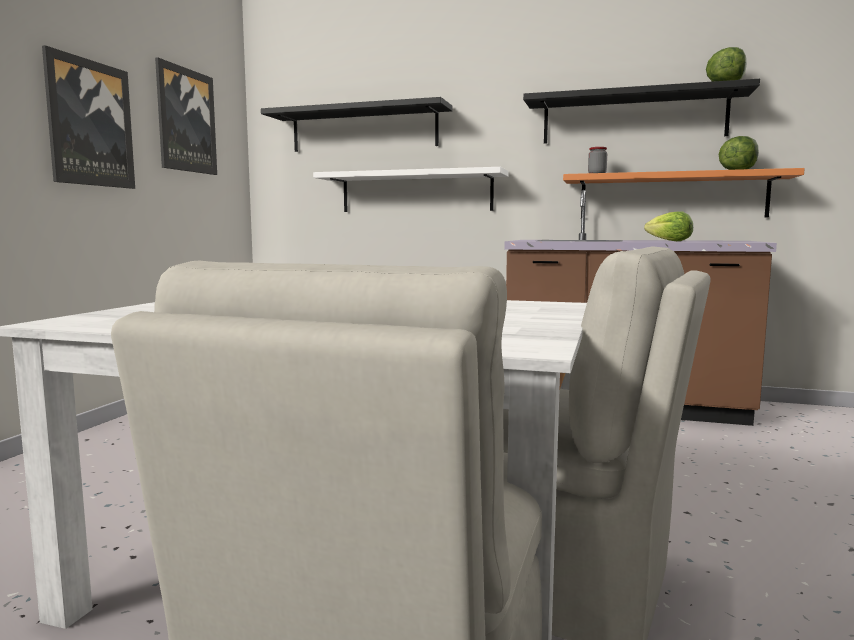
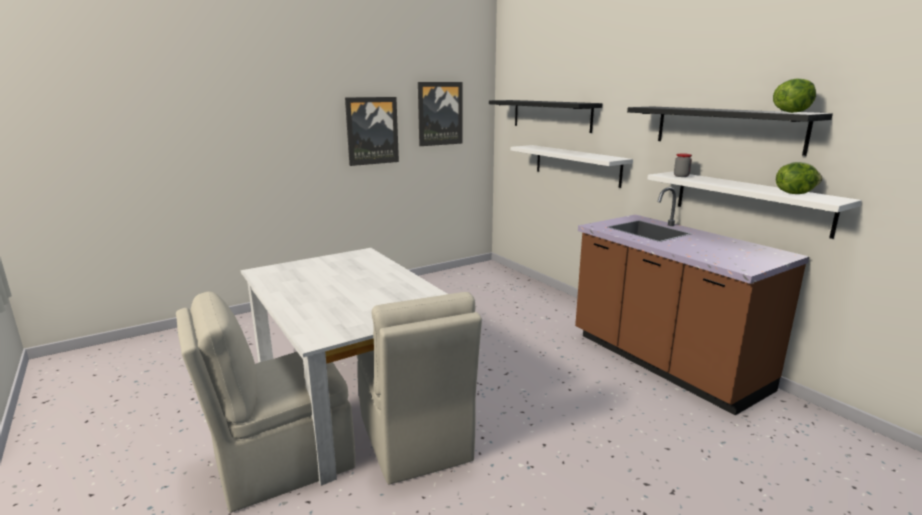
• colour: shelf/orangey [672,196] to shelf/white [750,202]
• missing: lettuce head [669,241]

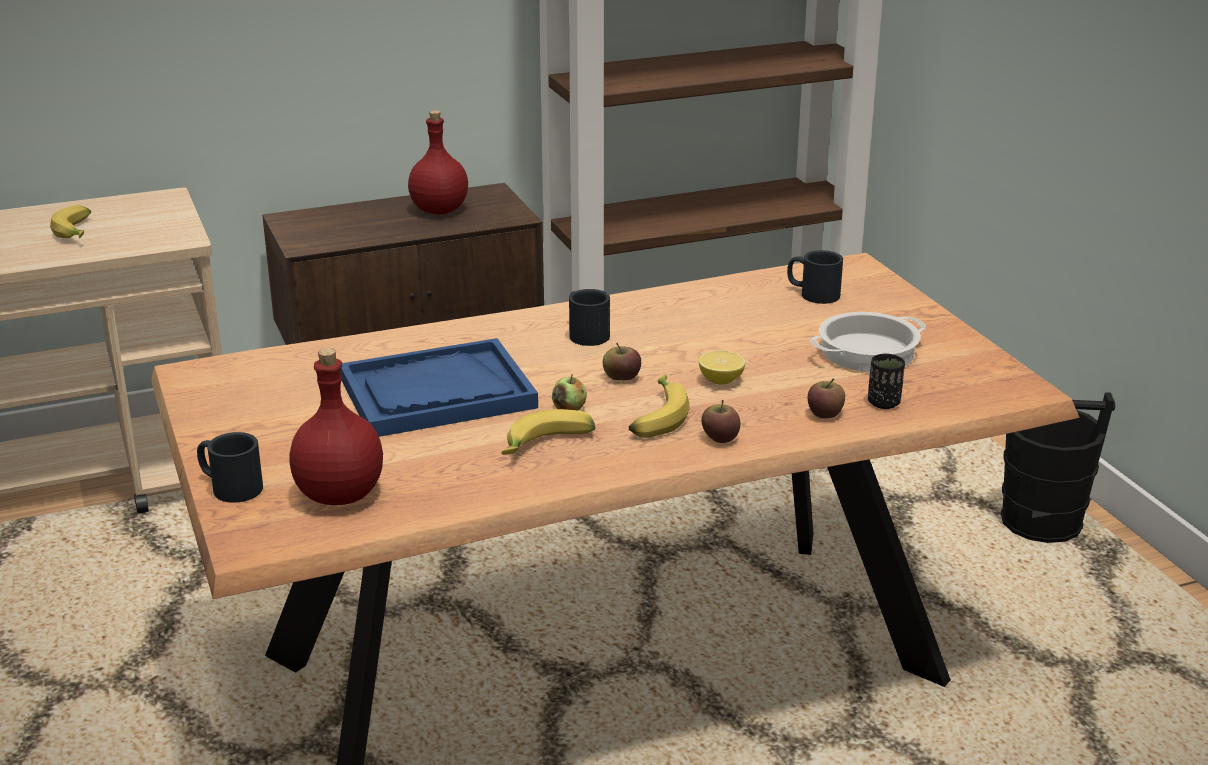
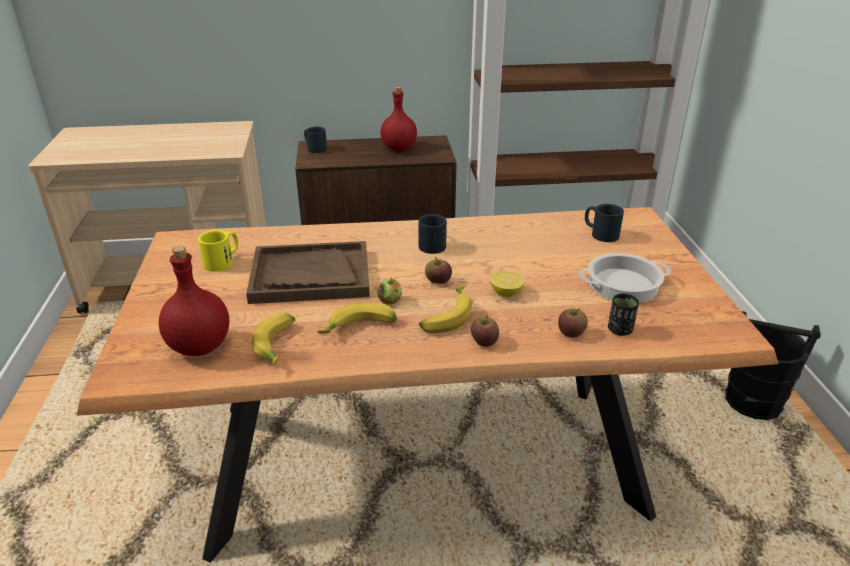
• relocated: banana [78,232] to [278,346]
• colour: carrying tray/bluish [437,393] to carrying tray/brownish [310,275]
• relocated: tea mug/blackish [229,487] to [314,148]
• appeared: tea mug/yellow-coloured [223,261]

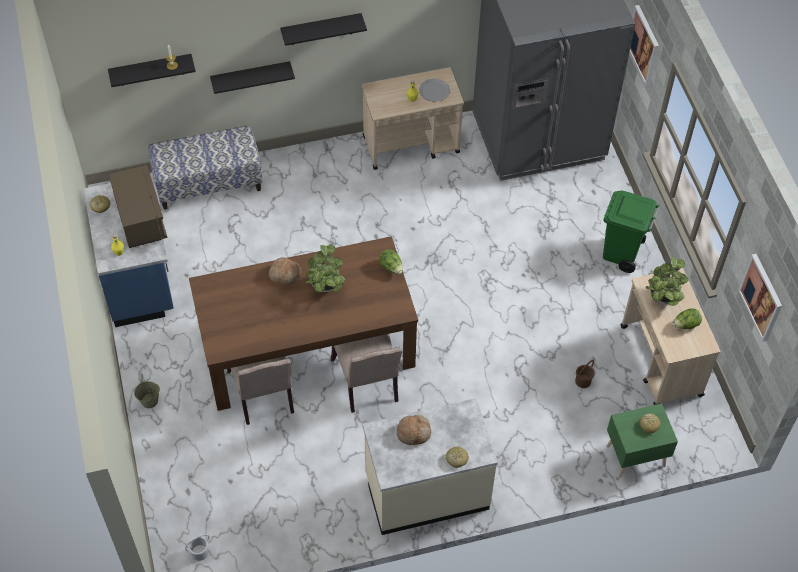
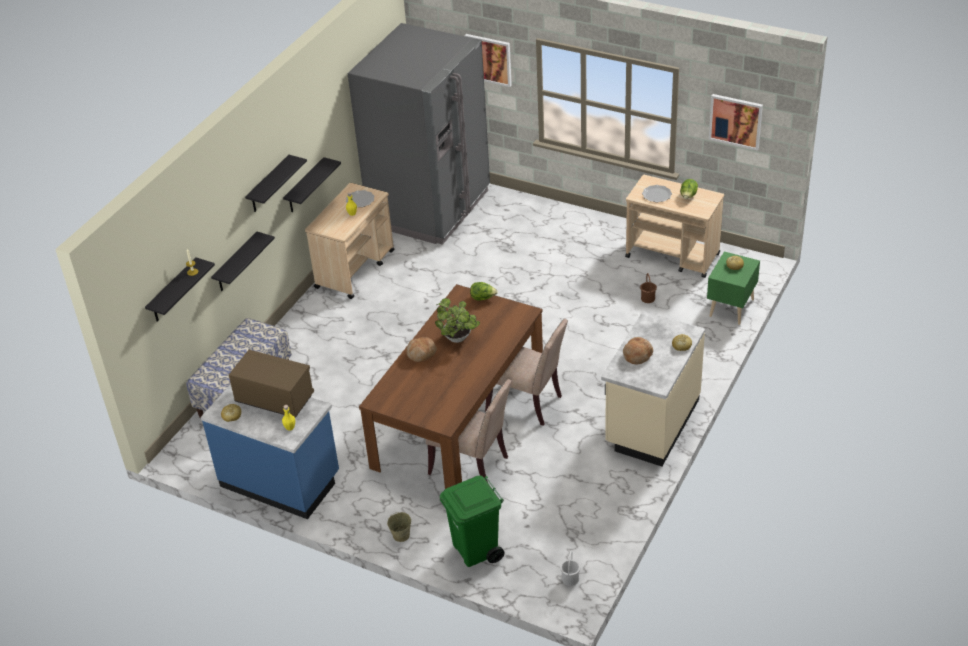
• relocated: trash can/greenish [621,253] to [476,550]
• exchanged: houseplant [662,298] to flat dish [657,195]
• appeared: shelf/blackish [305,186]

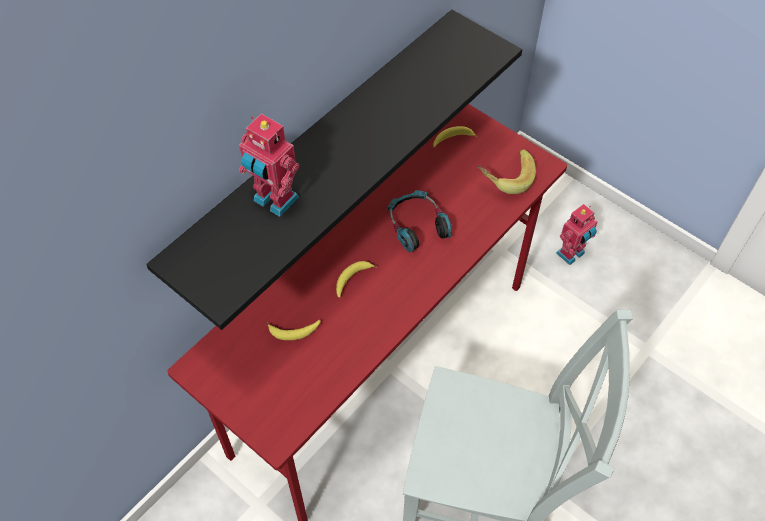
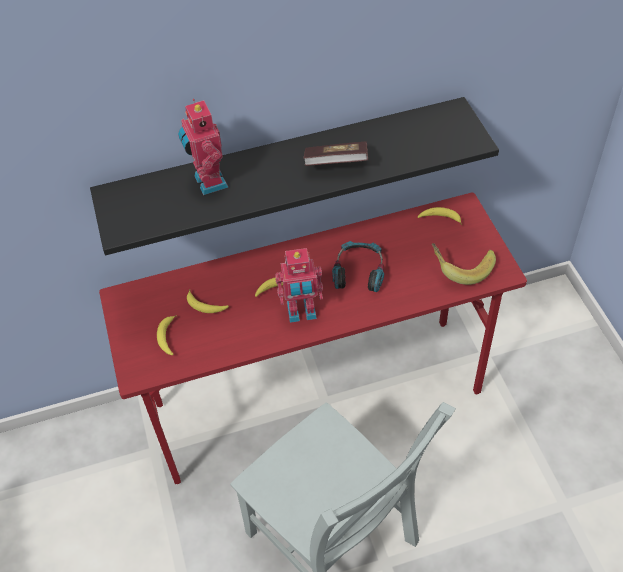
• relocated: model robot [571,254] to [302,313]
• appeared: bound book [336,164]
• appeared: banana [167,338]

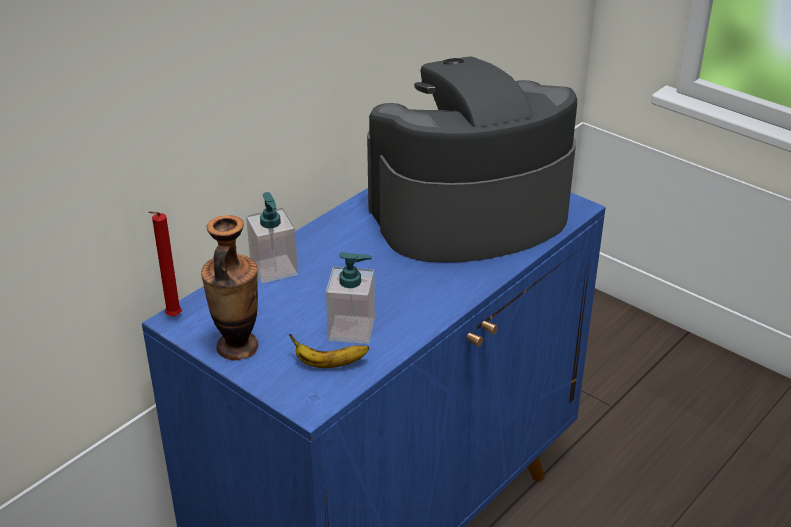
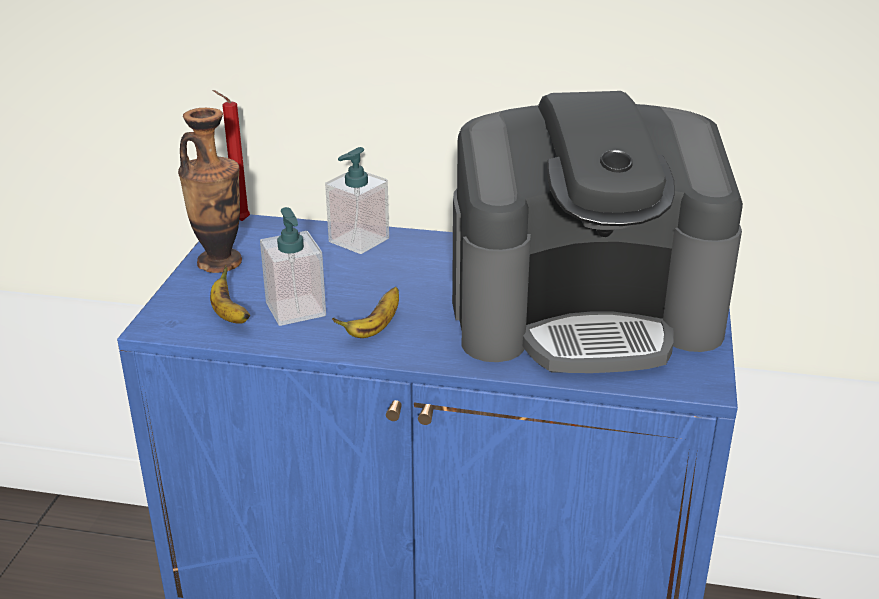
• spun: coffee machine [468,214] = [584,313] 135 degrees clockwise
• appeared: banana [374,328]

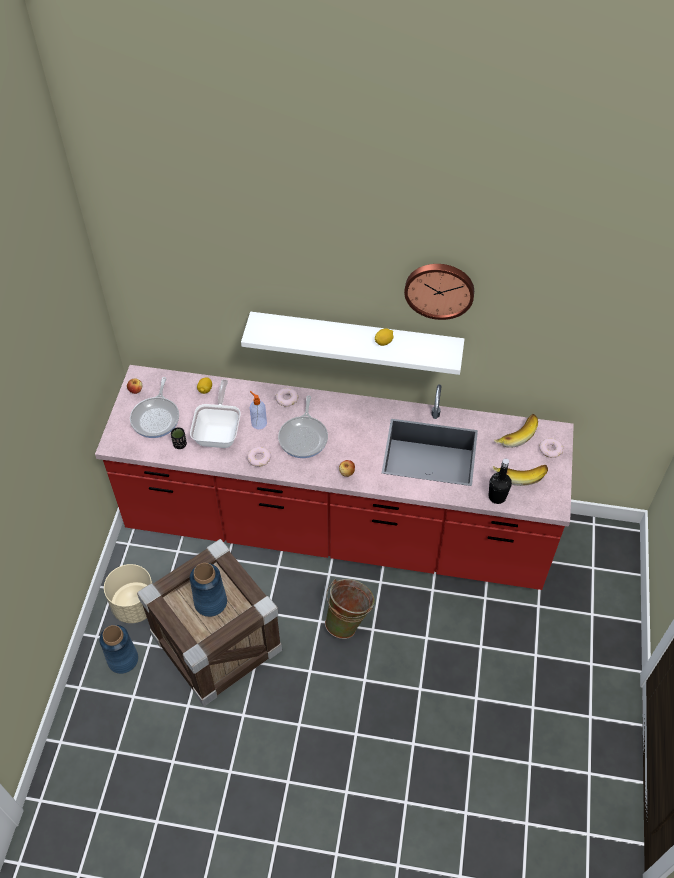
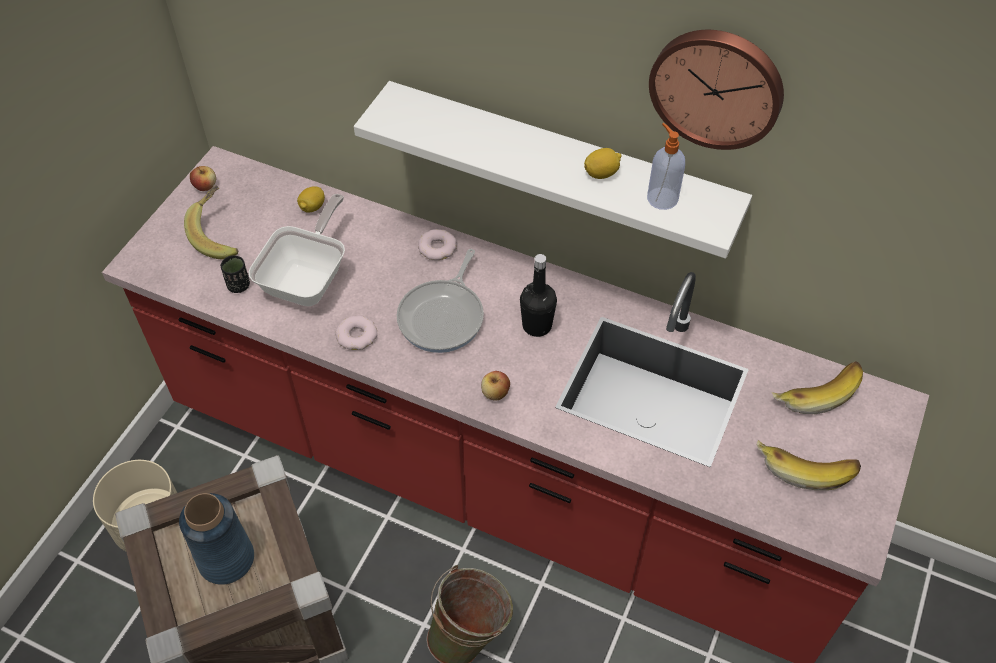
• exchanged: pan [156,417] to banana [220,235]
• relocated: soap bottle [258,423] to [661,198]
• missing: donut [550,449]
• relocated: bottle/blackish [497,497] to [537,325]
• missing: decorative vase/bluish [123,659]

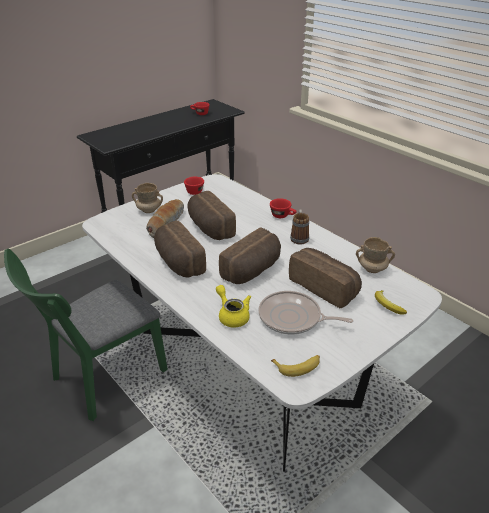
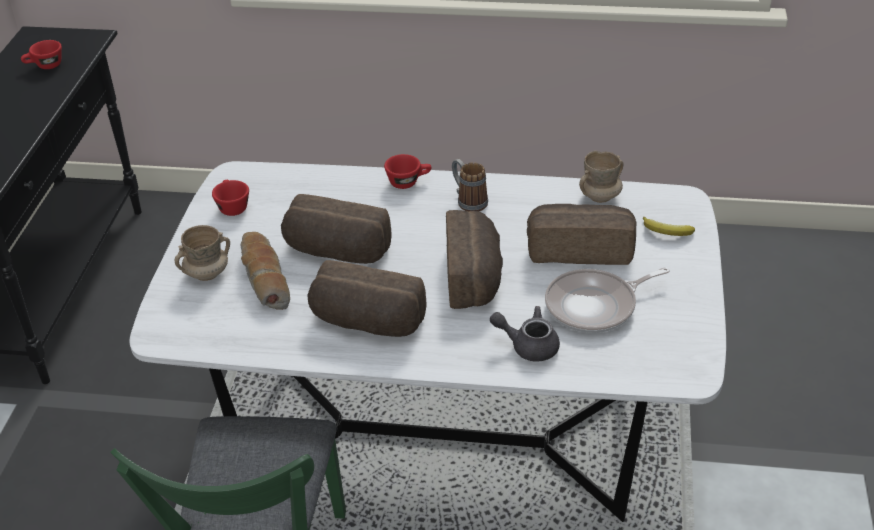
• colour: teapot/yellow-coloured [232,315] to teapot/gray [528,345]
• missing: banana [298,366]

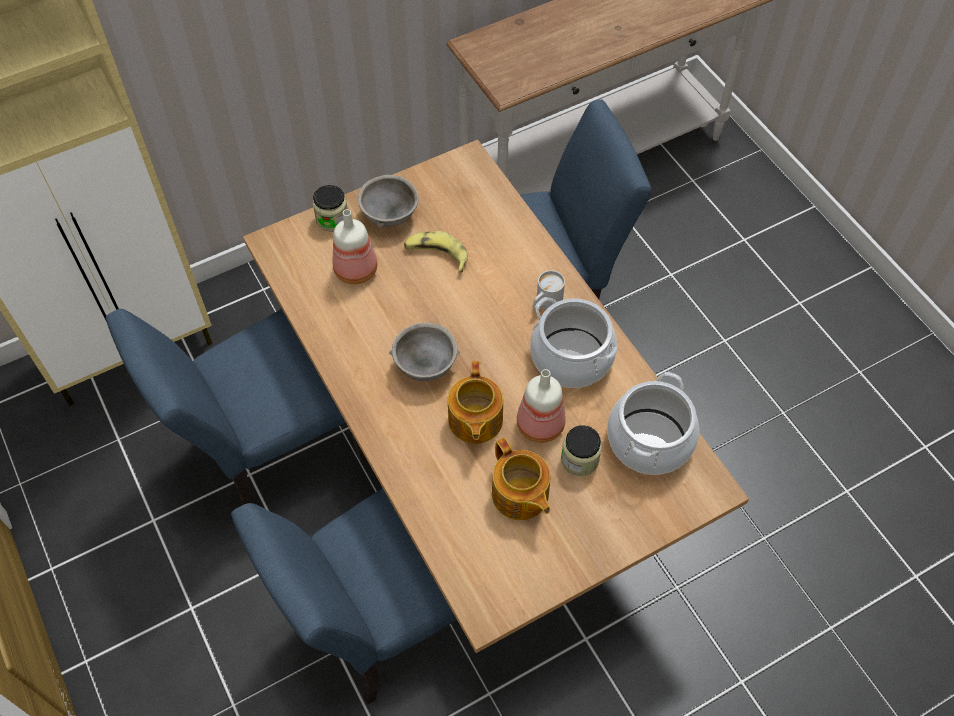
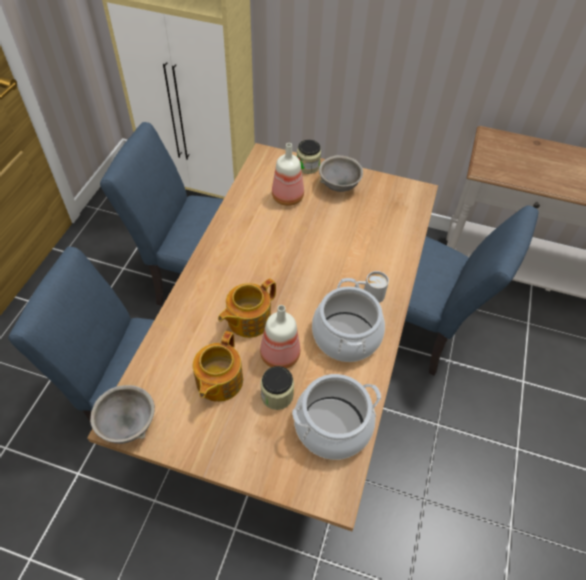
• missing: banana [436,255]
• relocated: serving bowl/gray [425,365] to [128,424]

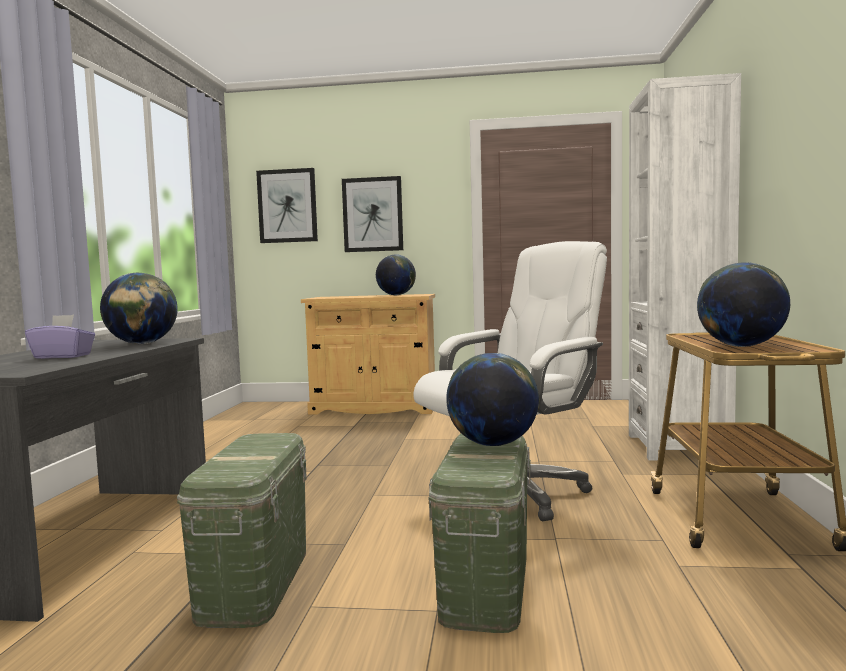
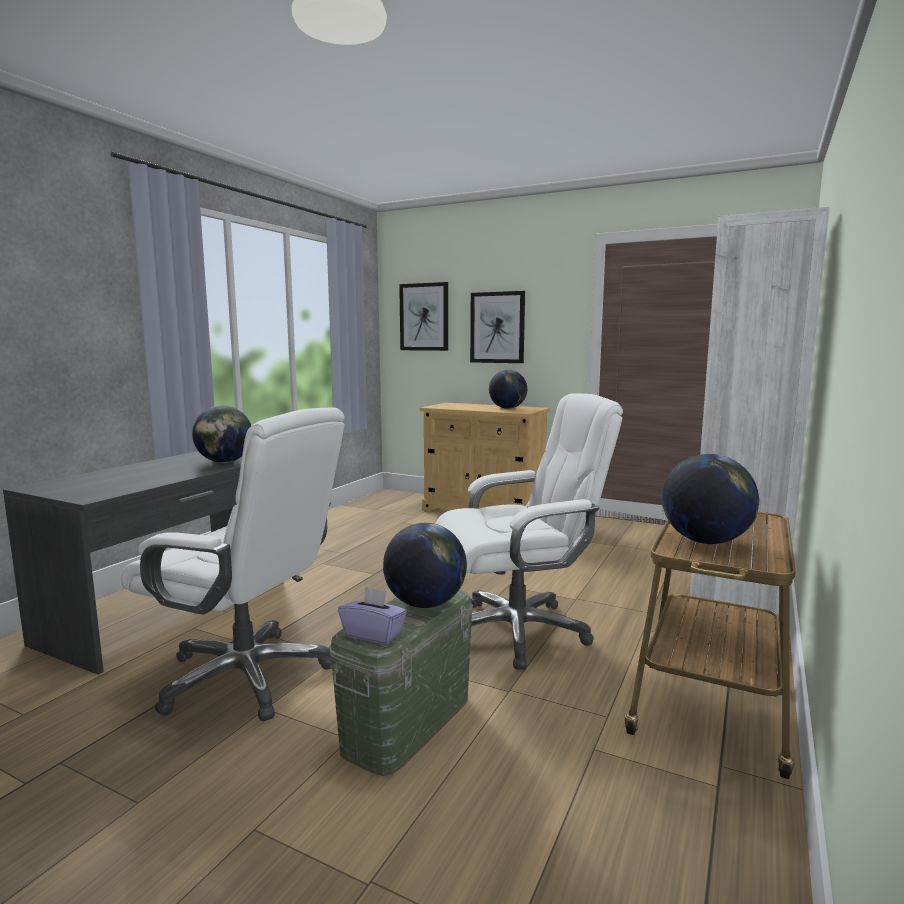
• relocated: tissue holder/purplish [63,356] to [373,634]
• exchanged: storage box/greenish [256,582] to computer chair/white [247,676]

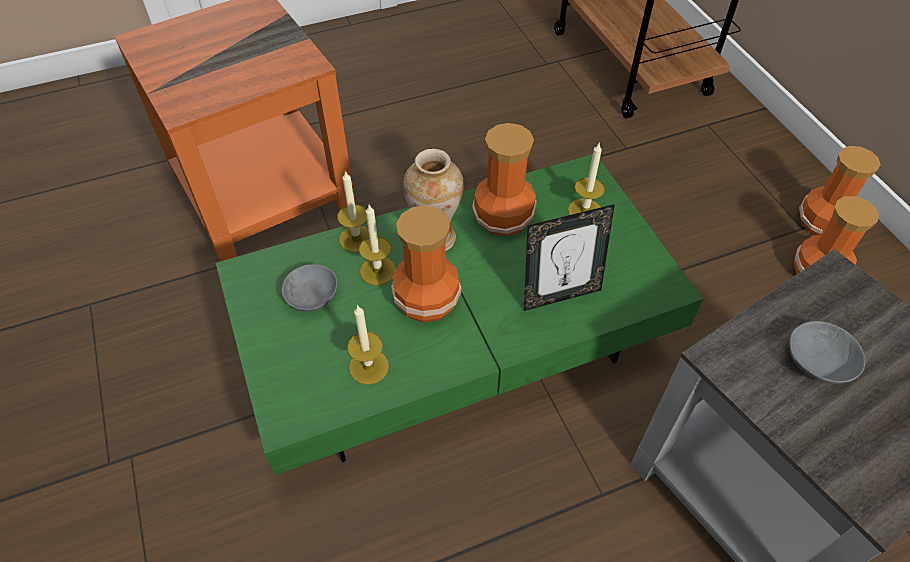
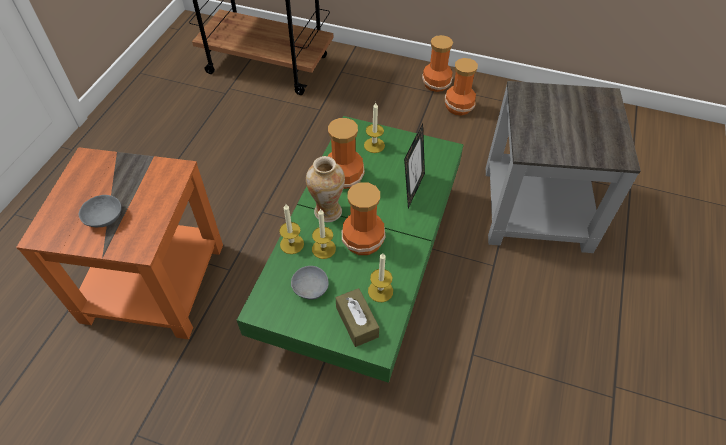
• relocated: serving bowl/gray [816,363] to [103,218]
• appeared: tissue holder/brownish [357,322]

